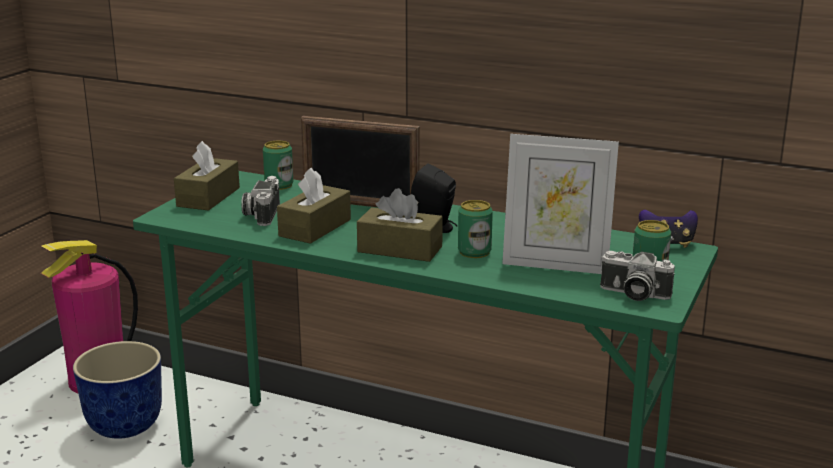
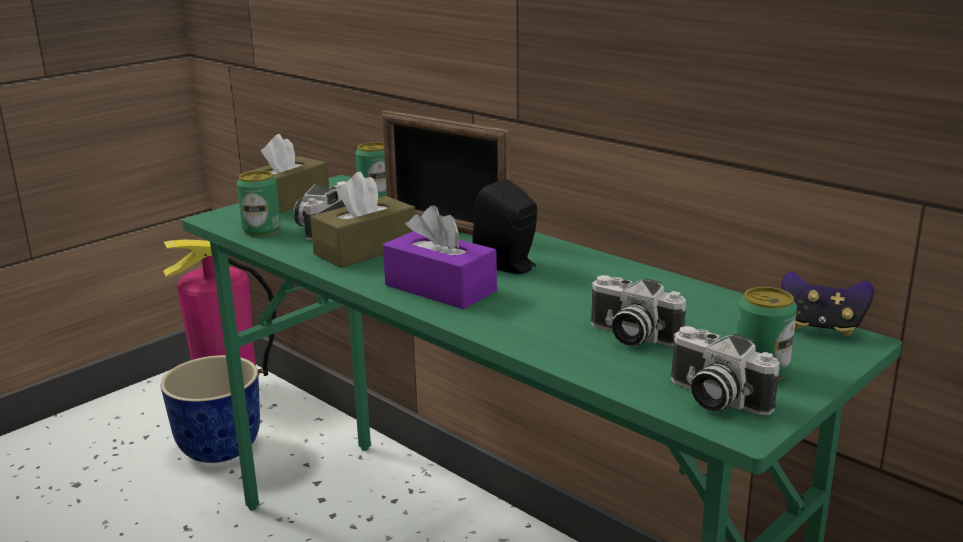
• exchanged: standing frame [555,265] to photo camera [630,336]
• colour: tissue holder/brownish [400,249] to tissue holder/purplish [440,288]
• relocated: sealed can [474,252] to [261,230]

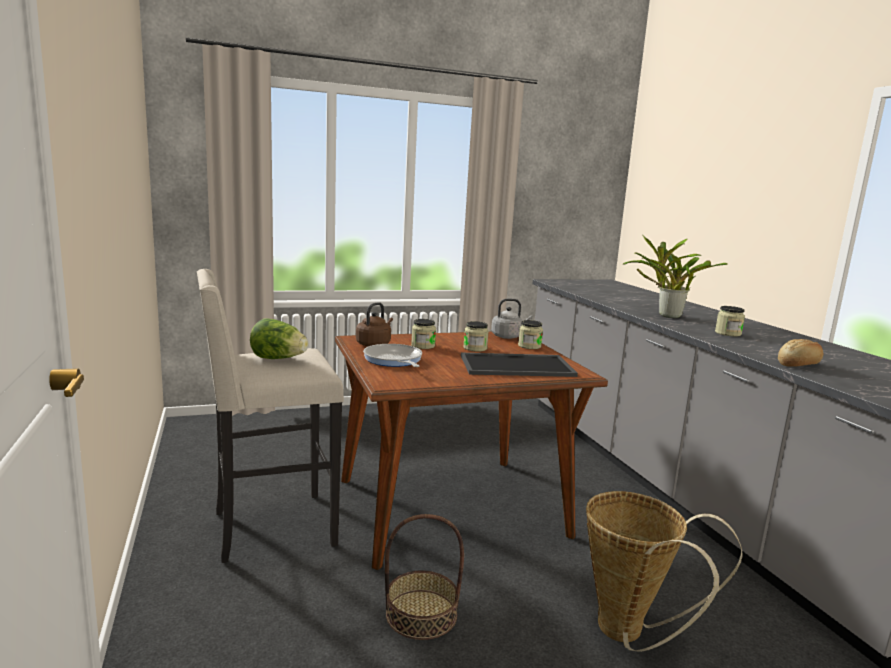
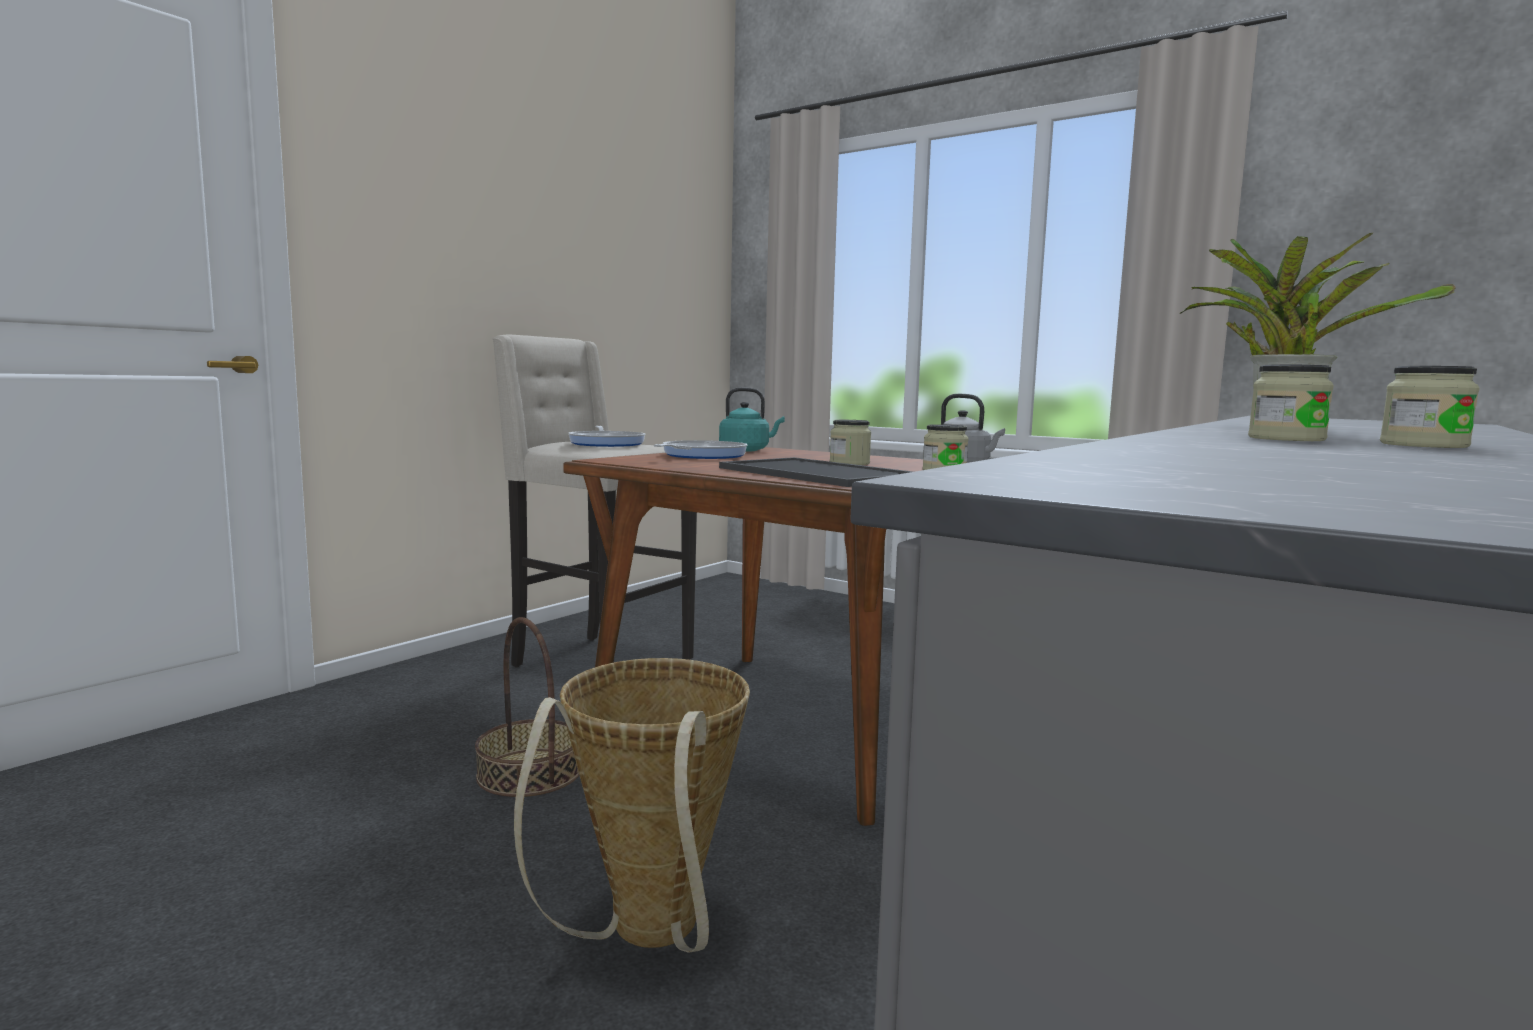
• colour: tea kettle/brownish [374,344] to tea kettle/blue-green [747,450]
• exchanged: lettuce head [279,359] to pan [607,443]
• relocated: preserve jar [423,346] to [1423,445]
• missing: baked bread [799,365]

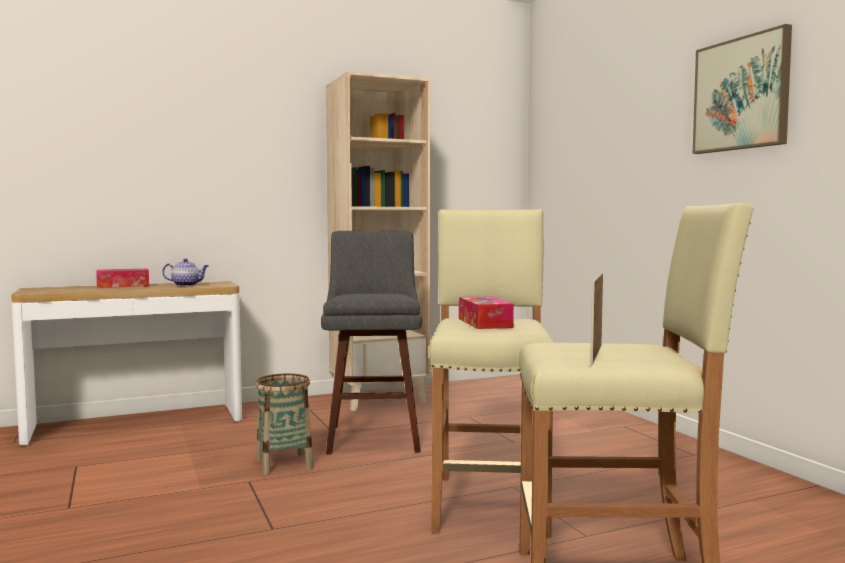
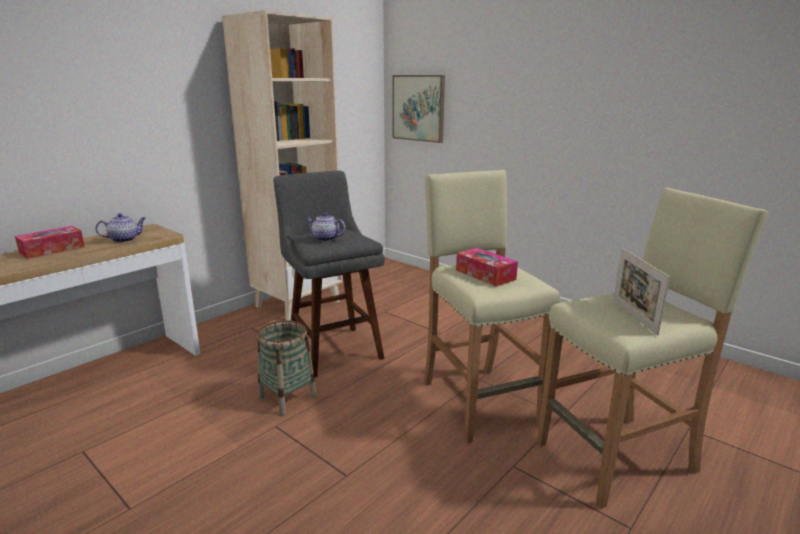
• relocated: wall picture [741,94] to [418,108]
• appeared: teapot [325,238]

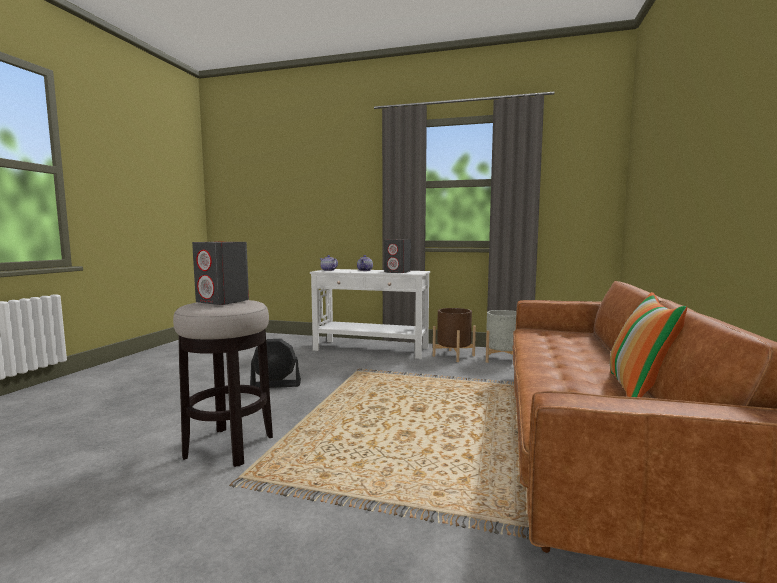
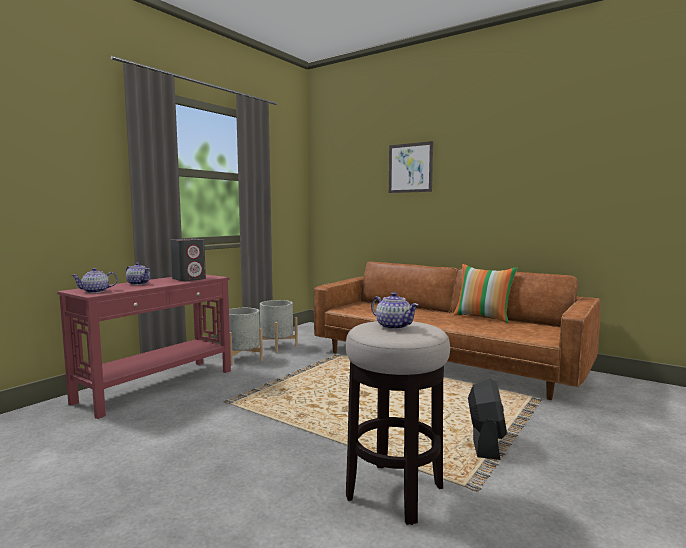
• exchanged: loudspeaker/gray [223,301] to teapot [393,326]
• colour: hall table/white [371,349] to hall table/red [158,386]
• colour: planter/brownish [453,356] to planter/gray [242,358]
• relocated: cooling fan/blackish [276,385] to [485,443]
• appeared: wall picture [410,168]

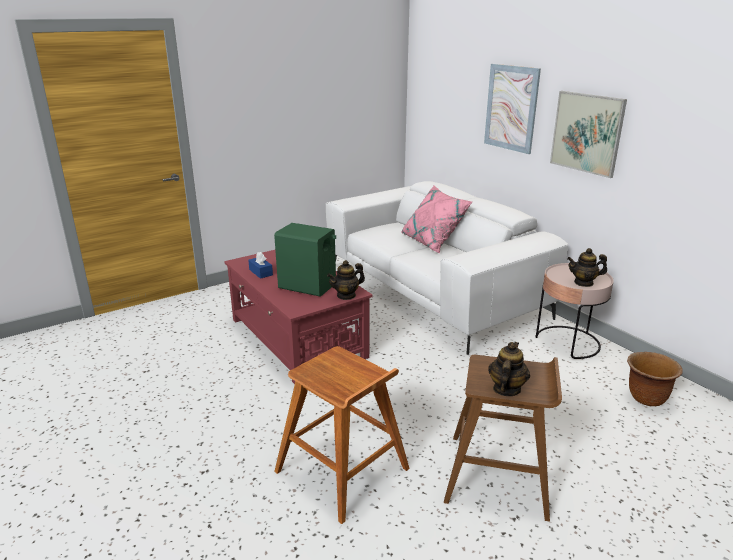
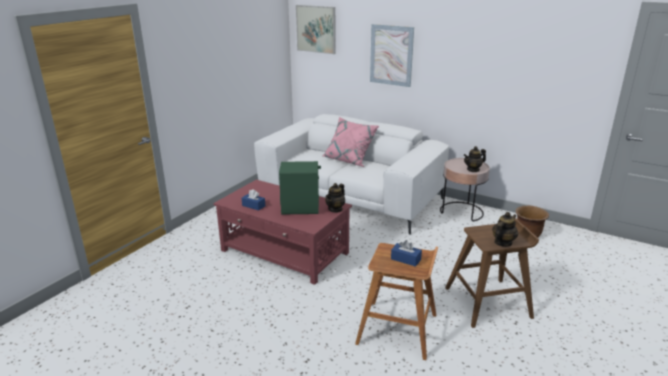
• relocated: wall picture [587,133] to [316,29]
• spun: teapot [506,389] = [502,243] 45 degrees clockwise
• appeared: tissue holder/bluish [405,259]

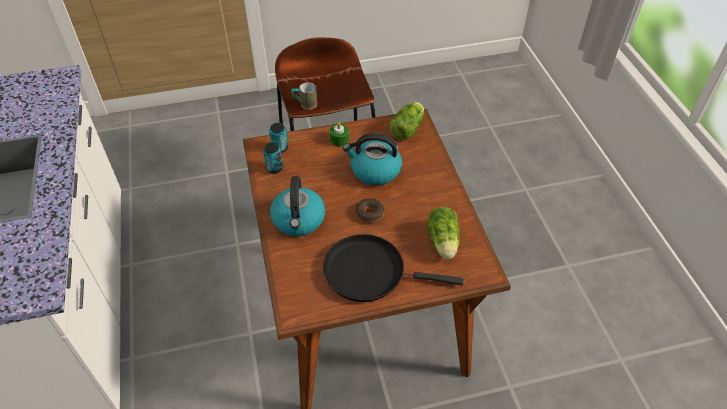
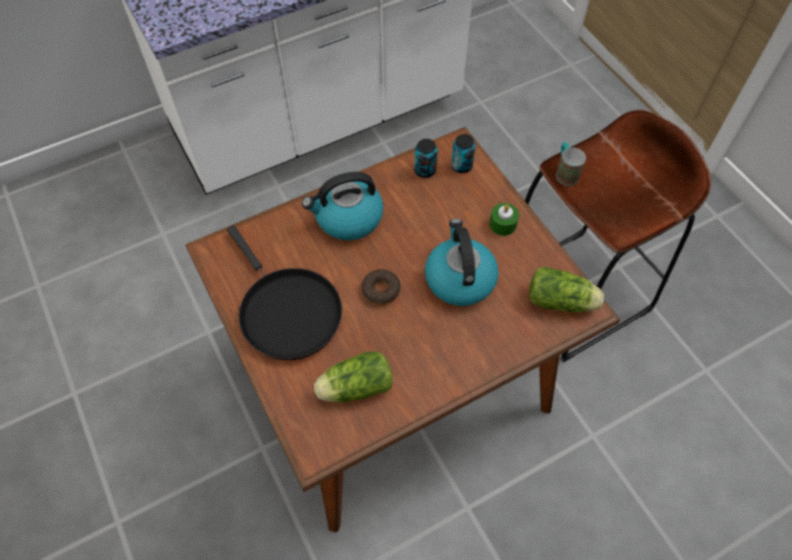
• spun: pan/blackish [370,271] = [287,311] 150 degrees clockwise

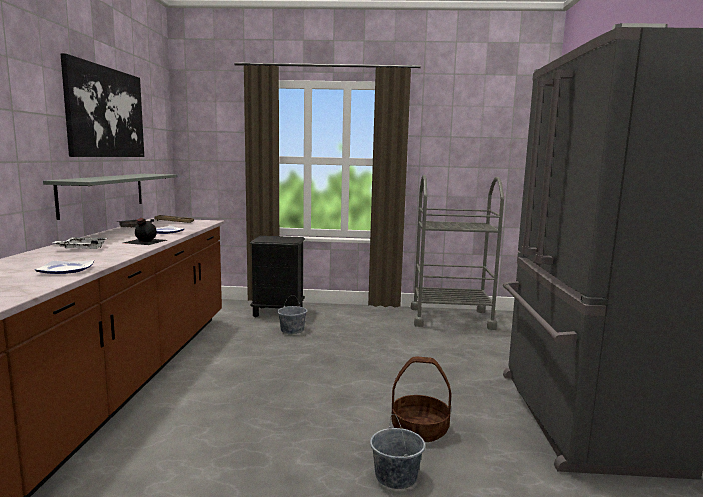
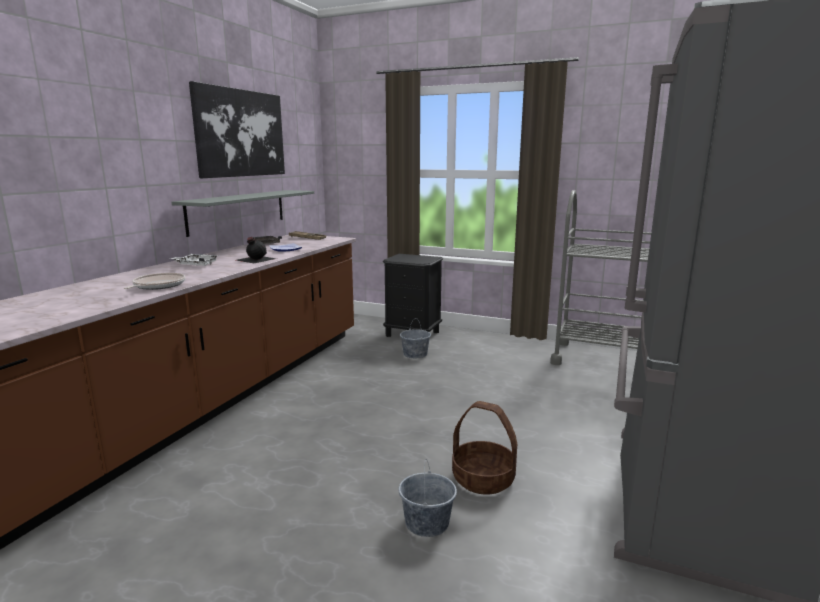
• exchanged: flat dish [64,270] to pan [157,286]

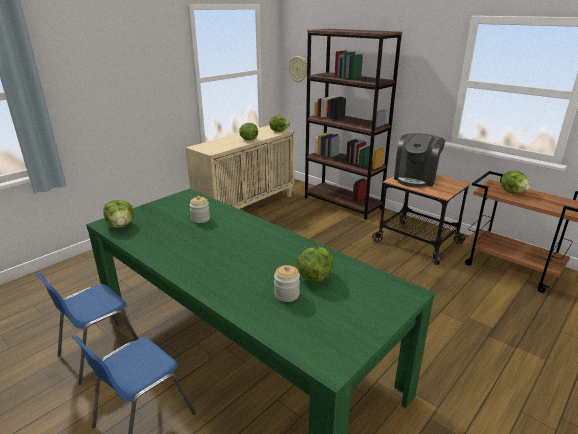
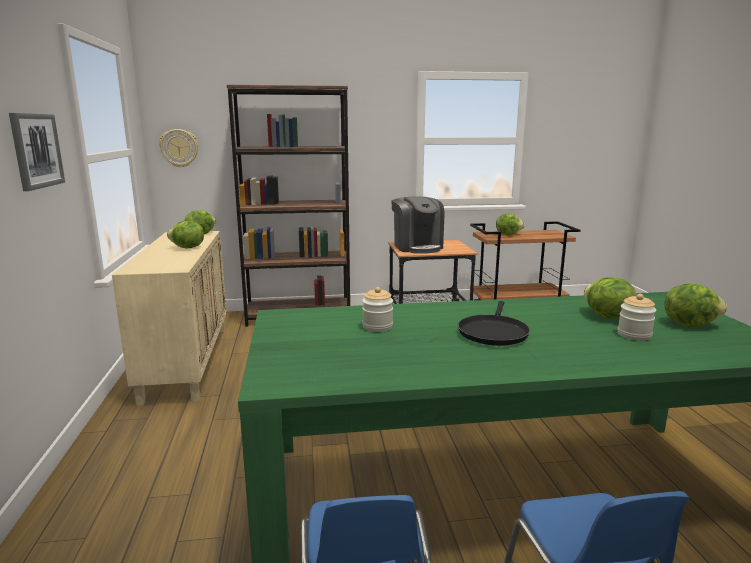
• relocated: lettuce head [121,225] to [689,324]
• appeared: wall picture [36,150]
• appeared: pan/blackish [493,332]

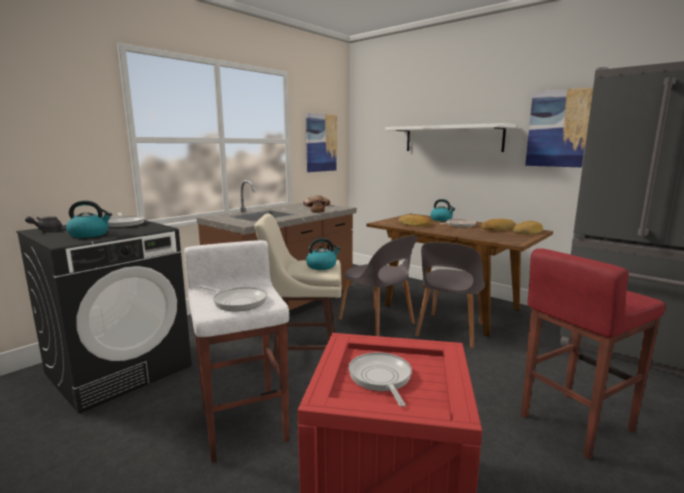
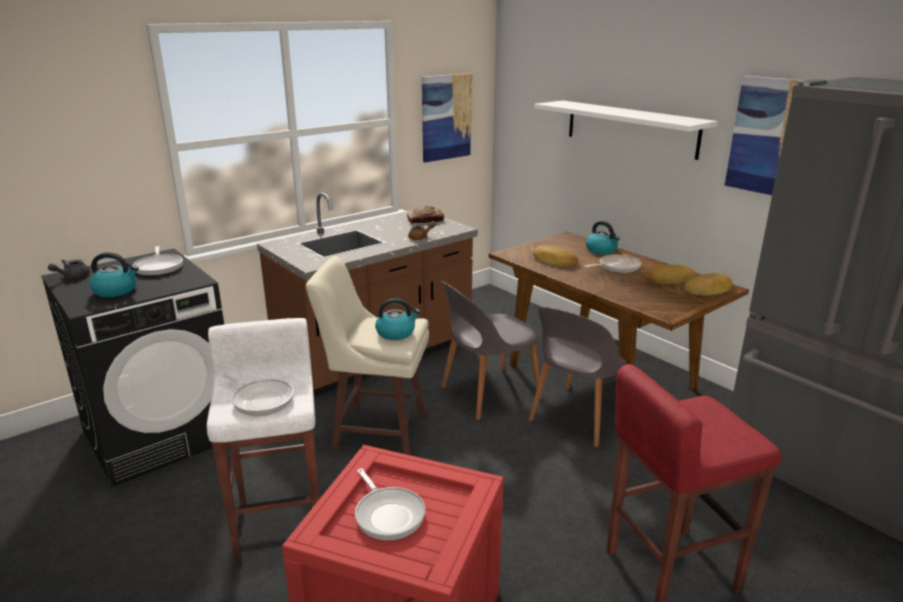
• spun: plain chair/gray [377,322] = [487,393] 90 degrees clockwise
• spun: pan [380,378] = [388,514] 150 degrees clockwise

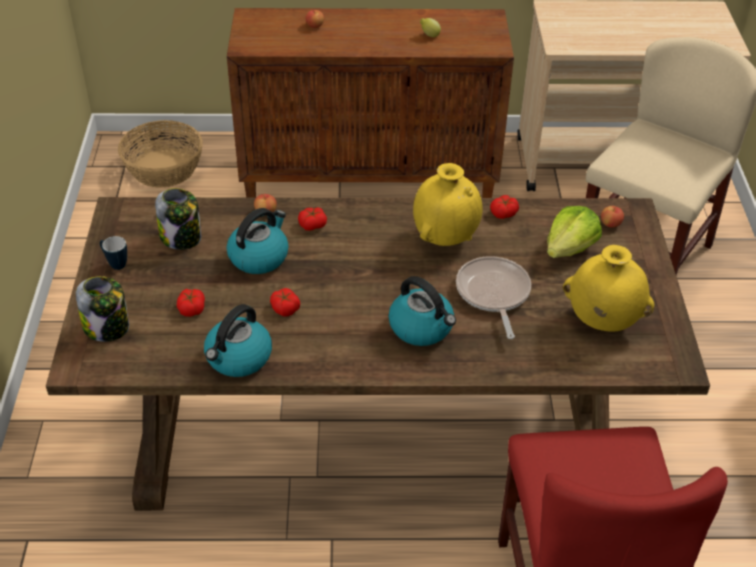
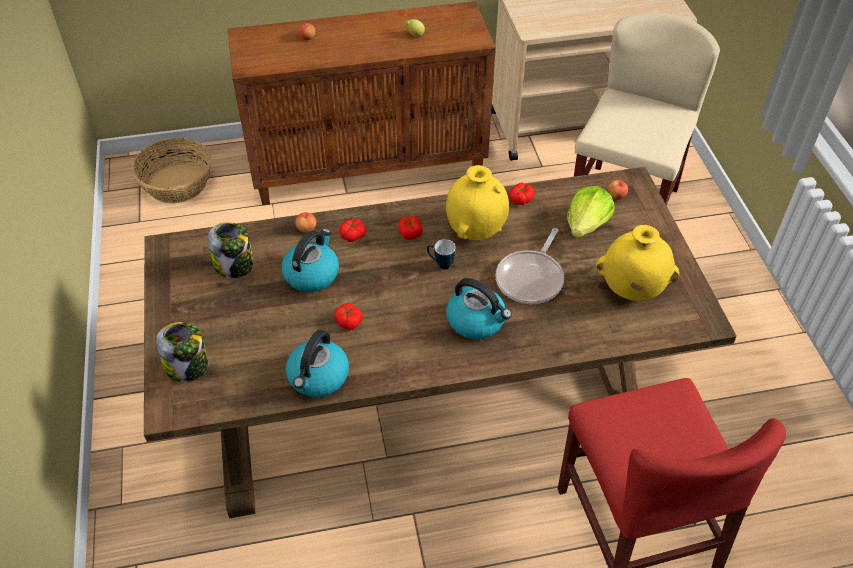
• relocated: tea mug [115,264] to [440,264]
• spun: pan [493,294] = [531,278] 135 degrees counterclockwise
• relocated: fresh tomato [191,308] to [410,233]

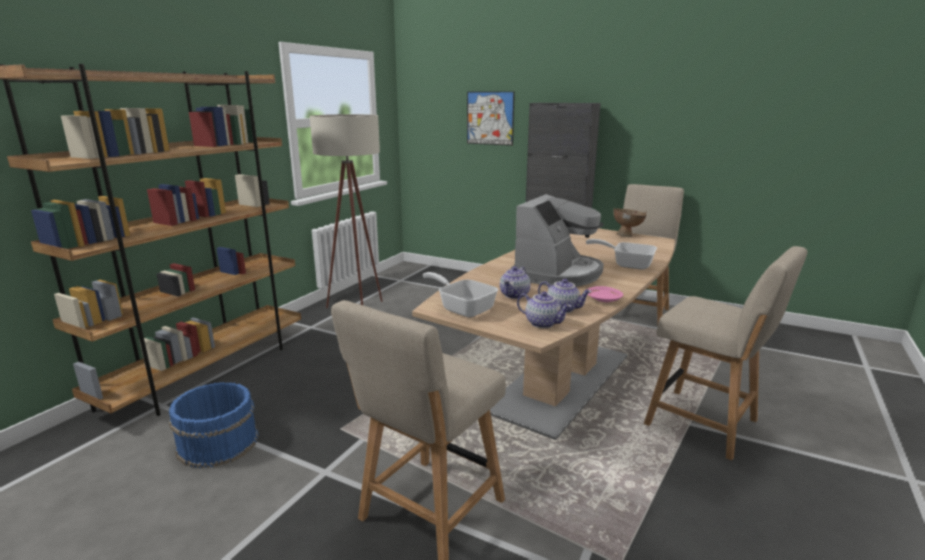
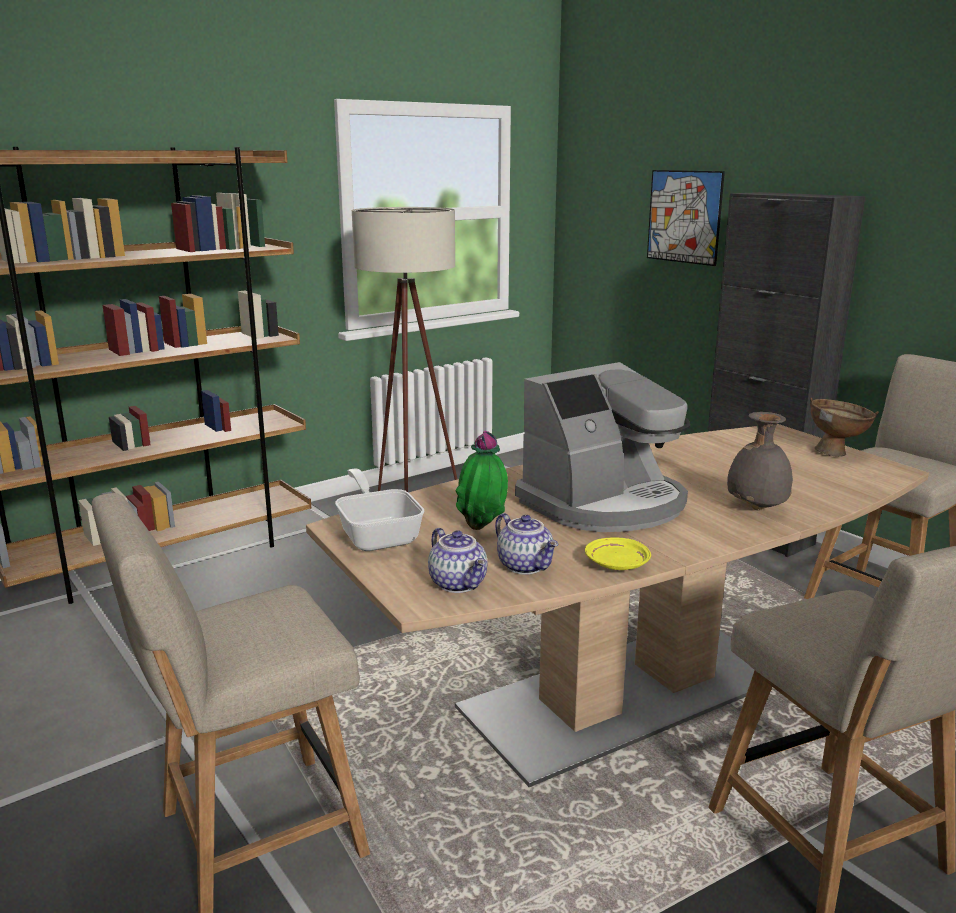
• exchanged: pan [627,264] to decorative vase/gray [756,507]
• exchanged: teapot [515,295] to houseplant [483,528]
• colour: flat dish/pinkish [603,300] to flat dish/yellow-coloured [617,564]
• missing: pail/bluish [217,443]

